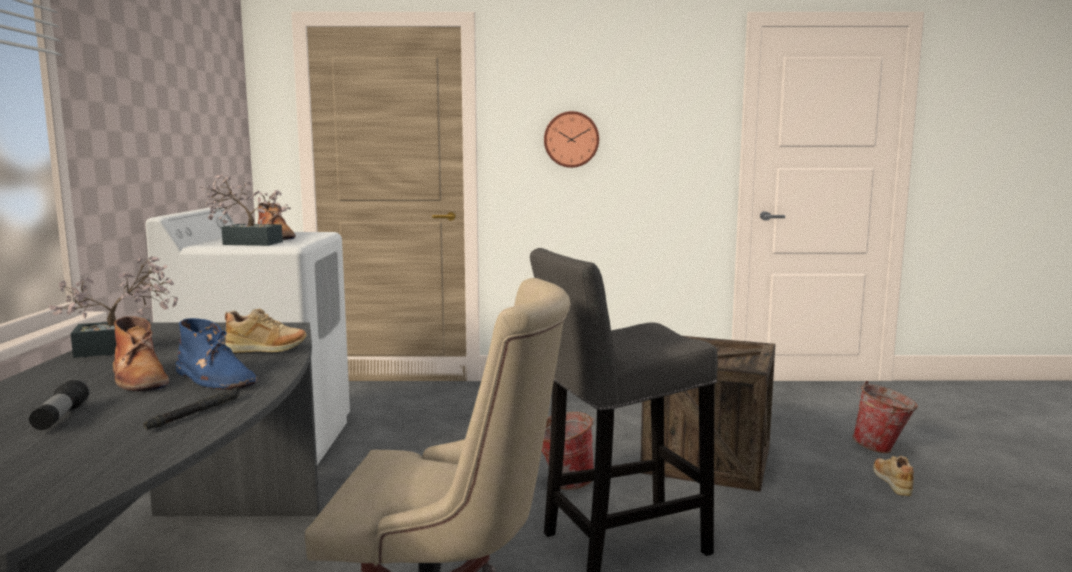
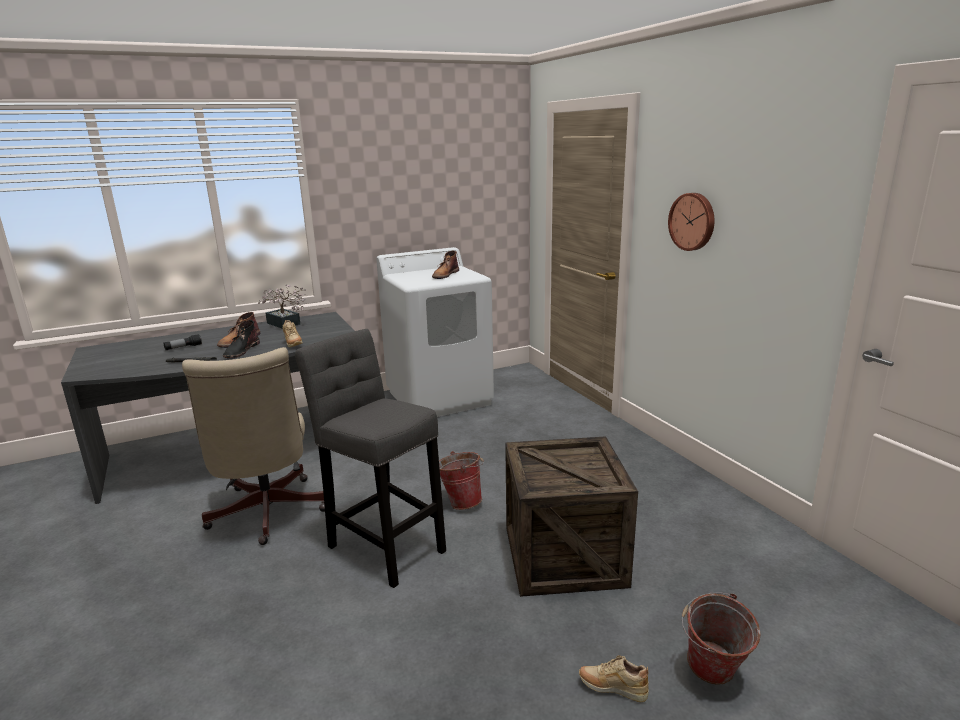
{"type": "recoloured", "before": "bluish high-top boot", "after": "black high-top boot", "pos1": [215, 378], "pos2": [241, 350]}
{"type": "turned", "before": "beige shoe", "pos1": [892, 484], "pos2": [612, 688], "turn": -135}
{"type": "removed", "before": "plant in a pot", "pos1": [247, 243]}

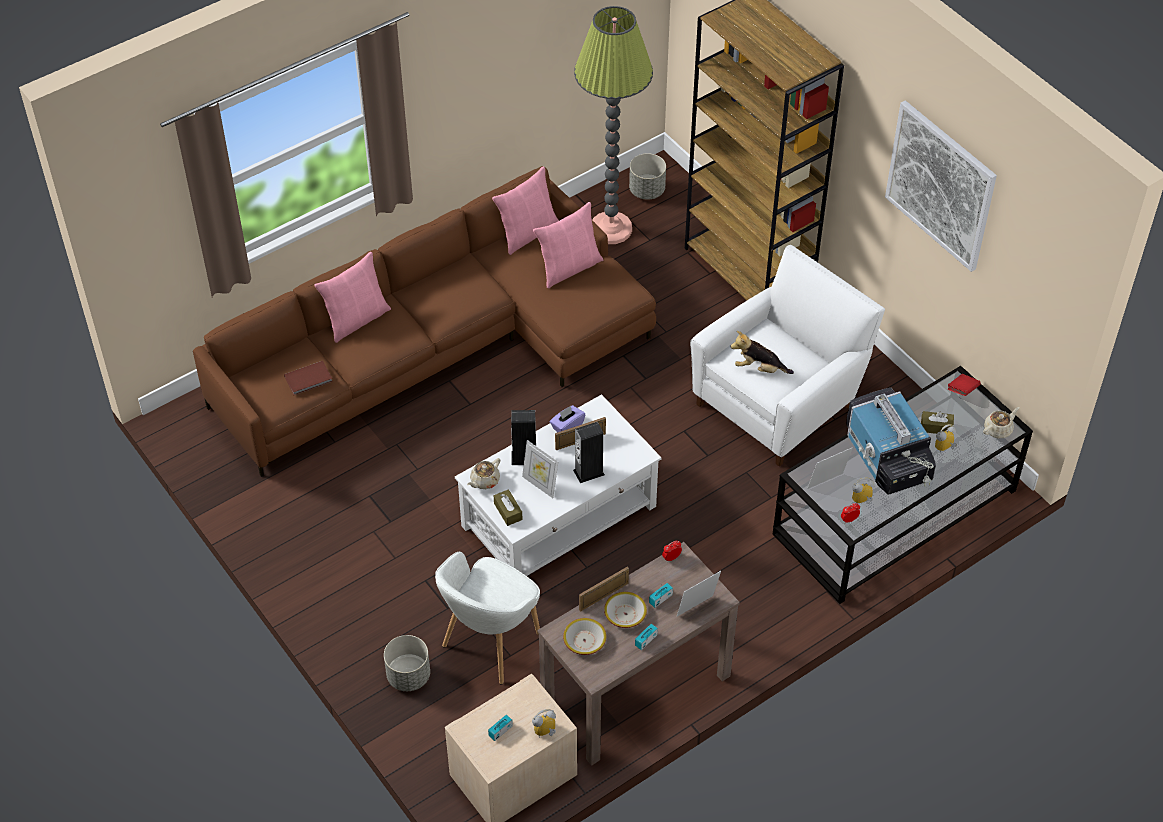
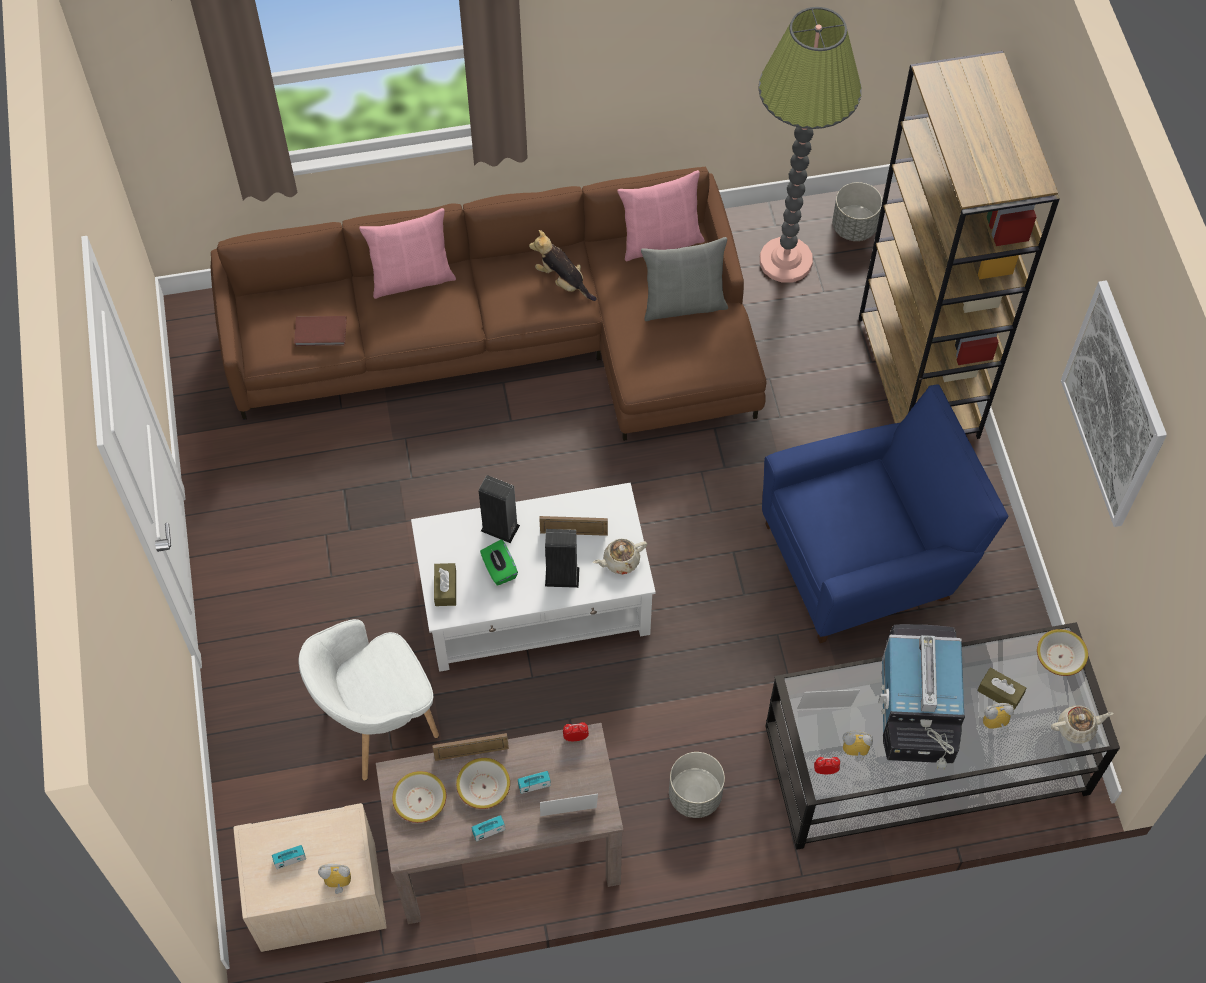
{"type": "replaced", "before": "photo frame", "after": "green tissue box", "pos1": [540, 484], "pos2": [499, 569]}
{"type": "moved", "before": "plush toy", "pos1": [759, 368], "pos2": [563, 281]}
{"type": "moved", "before": "beige pot for tea", "pos1": [484, 481], "pos2": [620, 561]}
{"type": "recoloured", "before": "pink throw pillow", "after": "greyish throw pillow", "pos1": [569, 267], "pos2": [684, 303]}
{"type": "moved", "before": "greyish flower pot", "pos1": [409, 676], "pos2": [695, 795]}
{"type": "recoloured", "before": "white armchair", "after": "bluish armchair", "pos1": [780, 400], "pos2": [867, 558]}
{"type": "replaced", "before": "red volume", "after": "bowl", "pos1": [962, 390], "pos2": [1060, 656]}
{"type": "removed", "before": "purplish tissue box", "pos1": [567, 426]}

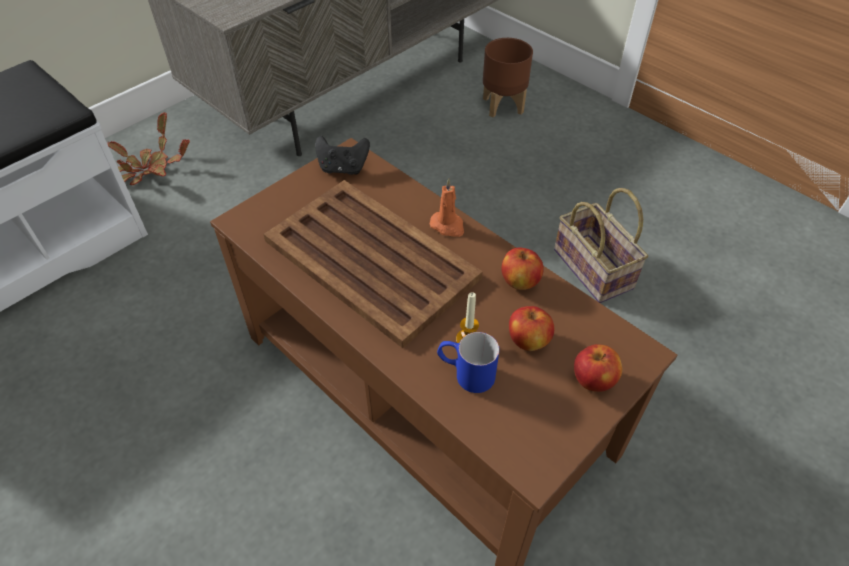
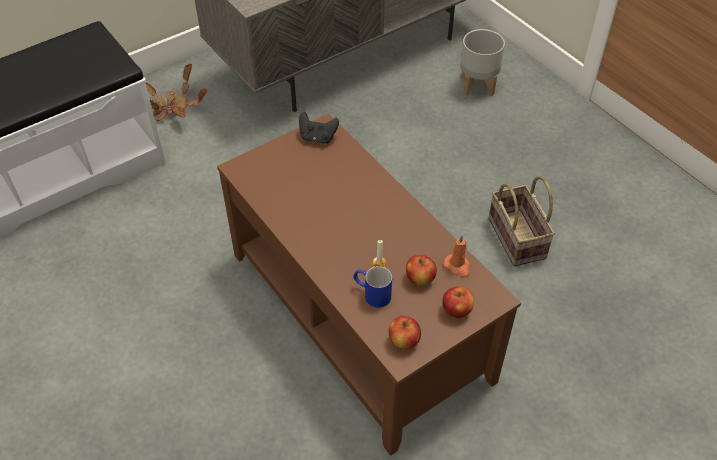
{"type": "moved", "before": "apple", "pos1": [520, 282], "pos2": [404, 341]}
{"type": "moved", "before": "orange-coloured wax light", "pos1": [448, 226], "pos2": [458, 266]}
{"type": "recoloured", "before": "brownish flower pot", "after": "greyish flower pot", "pos1": [503, 106], "pos2": [477, 86]}
{"type": "removed", "before": "brownish serving tray", "pos1": [369, 258]}

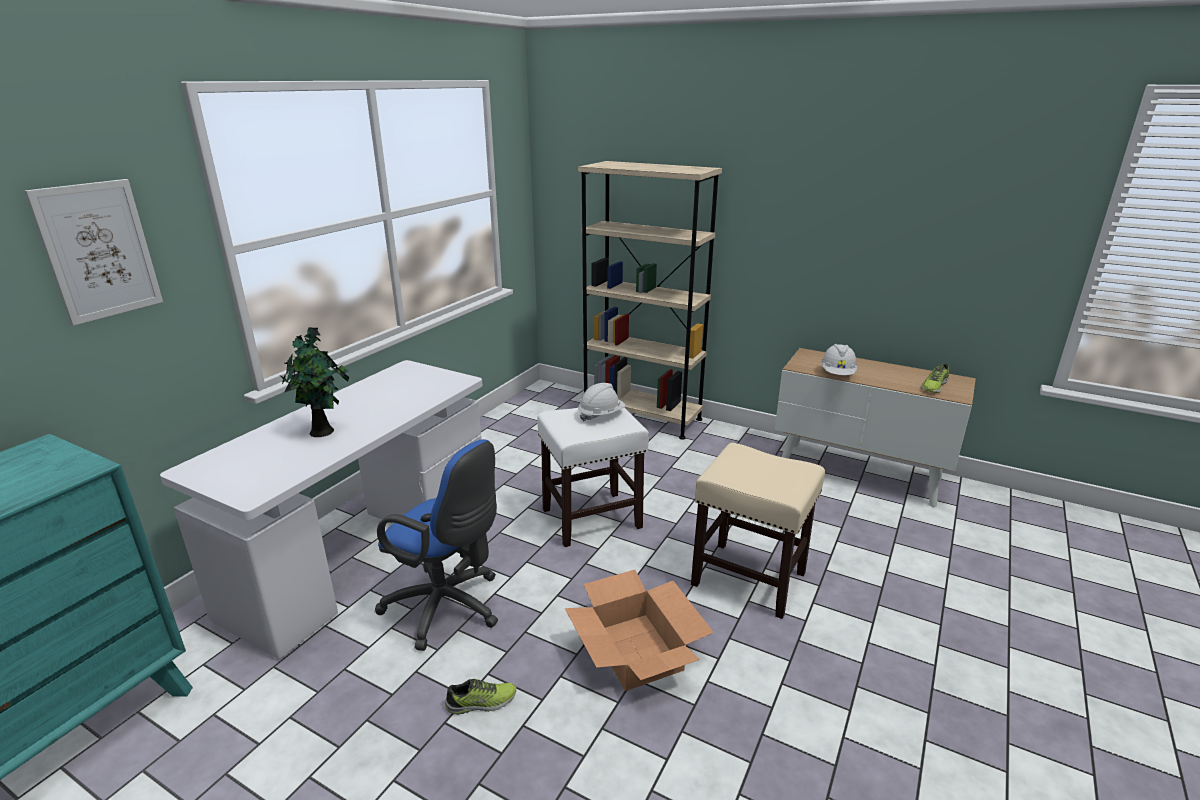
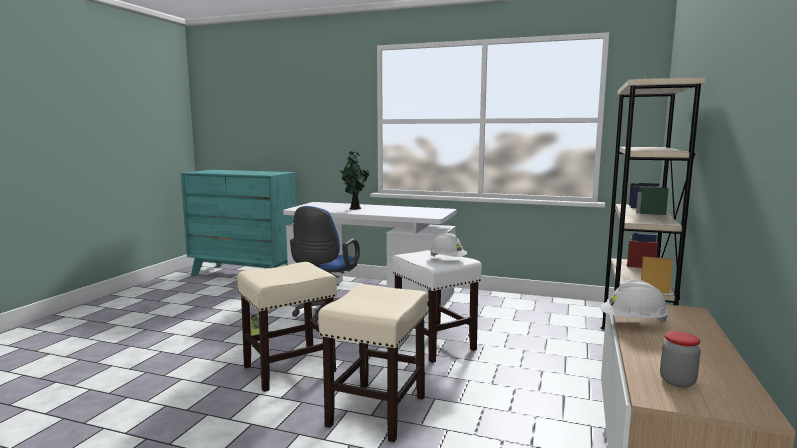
{"type": "replaced", "before": "cardboard box", "after": "beige sitting stool", "pos1": [636, 650], "pos2": [290, 368]}
{"type": "replaced", "before": "shoe", "after": "preserve jar", "pos1": [933, 386], "pos2": [677, 381]}
{"type": "removed", "before": "wall art", "pos1": [99, 251]}

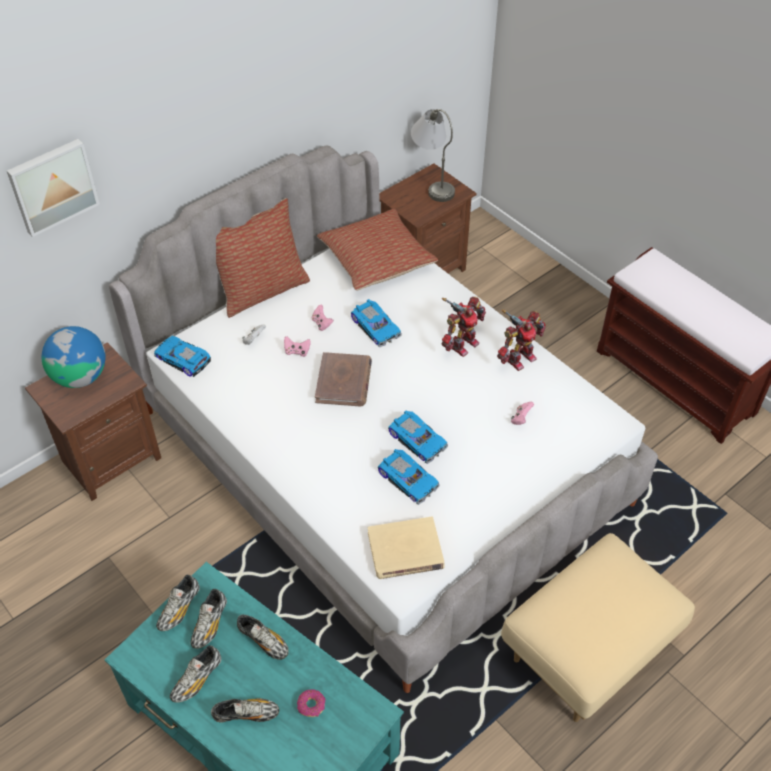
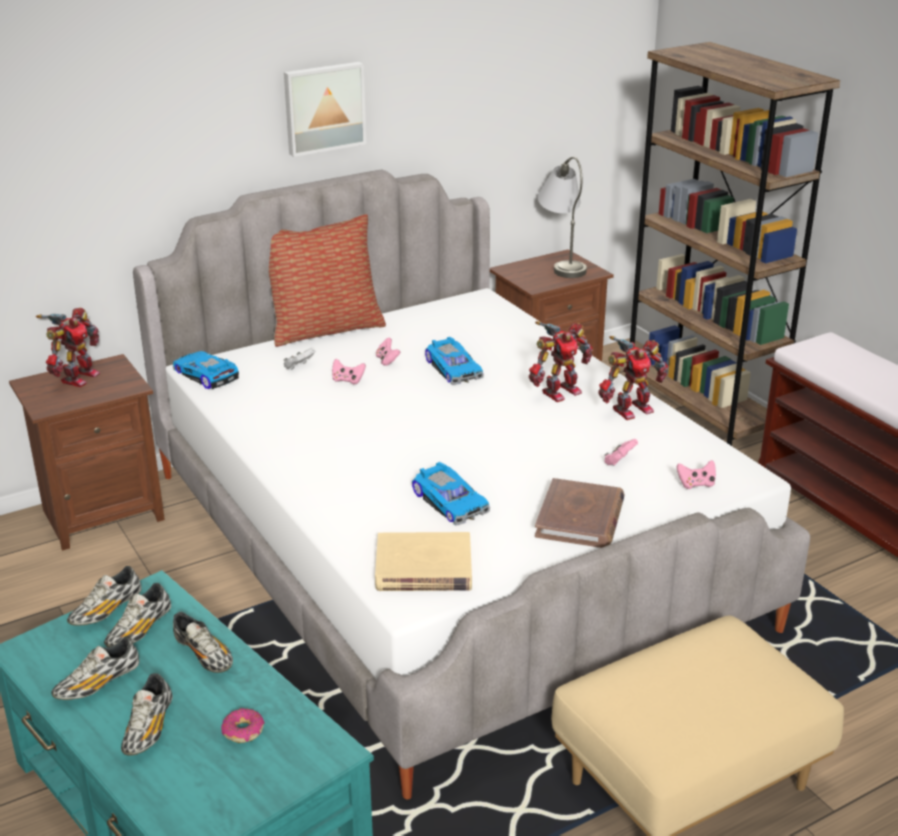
{"type": "replaced", "before": "world globe", "after": "robot figure", "pos1": [80, 376], "pos2": [77, 377]}
{"type": "turned", "before": "shoe", "pos1": [246, 714], "pos2": [149, 729], "turn": 90}
{"type": "moved", "before": "wall art", "pos1": [52, 186], "pos2": [324, 108]}
{"type": "moved", "before": "brownish volume", "pos1": [344, 382], "pos2": [580, 518]}
{"type": "added", "after": "brownish bookcase", "pos2": [700, 412]}
{"type": "added", "after": "pink gamepad", "pos2": [696, 484]}
{"type": "removed", "before": "throw pillow", "pos1": [376, 260]}
{"type": "removed", "before": "miniature car", "pos1": [418, 439]}

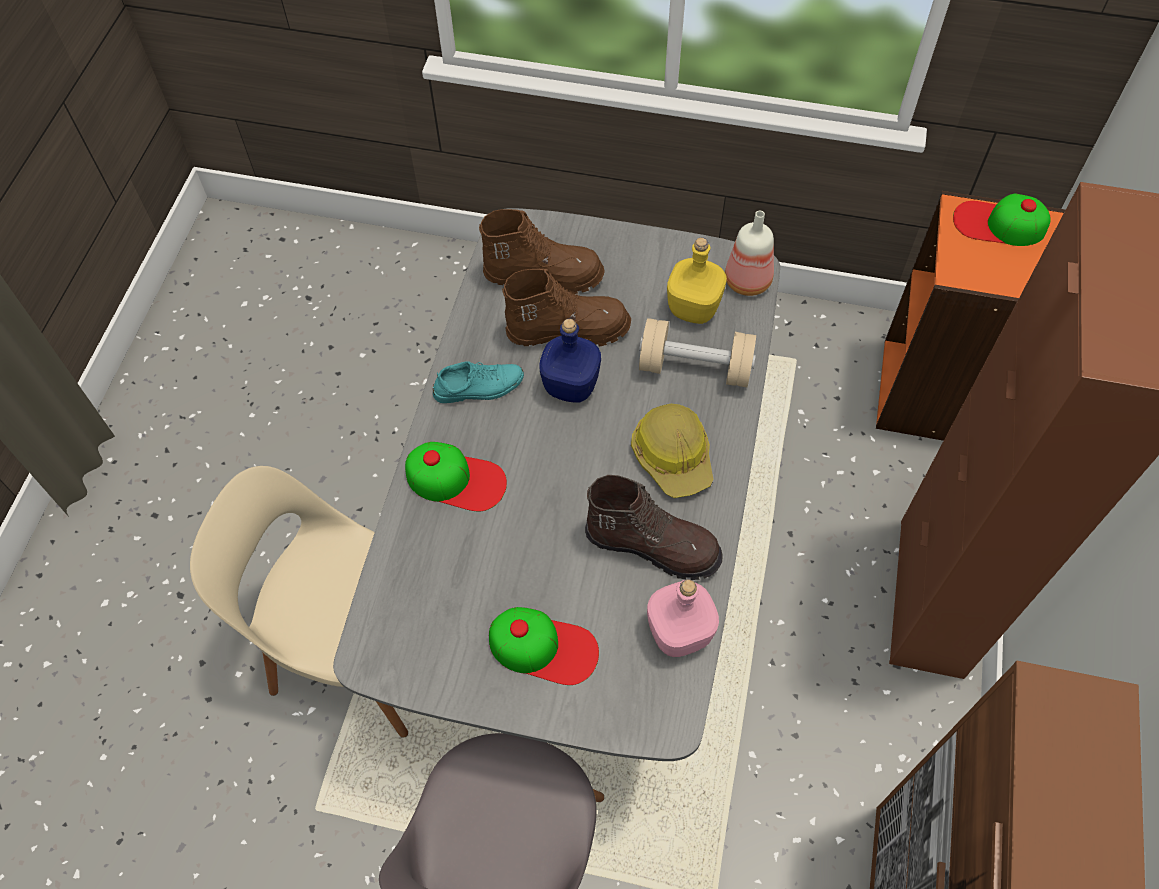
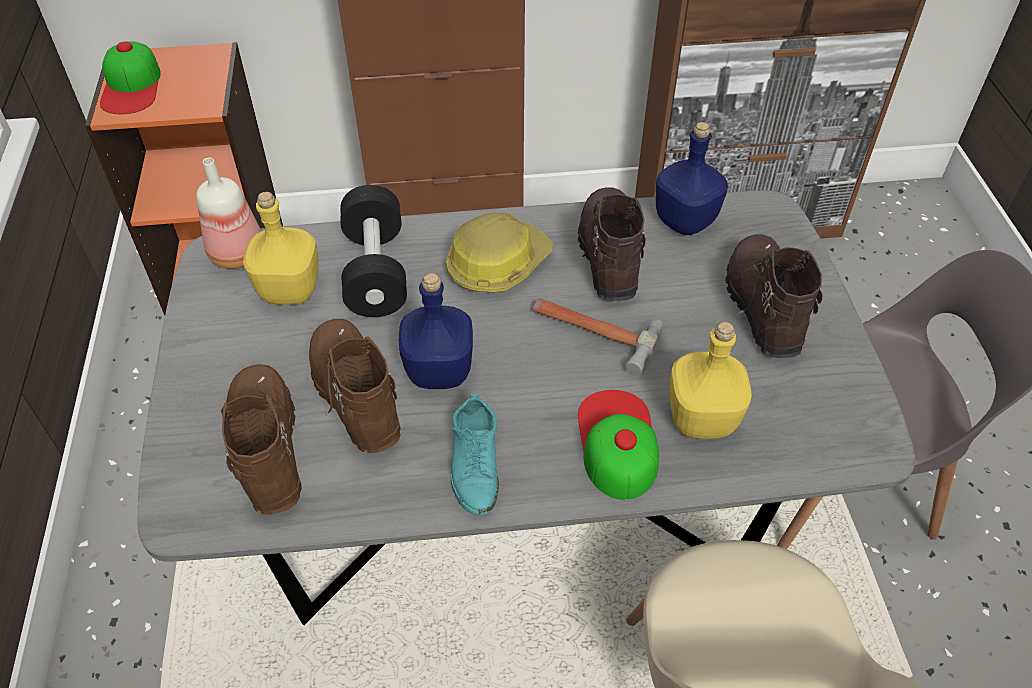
{"type": "recoloured", "before": "beige hand weight", "after": "black hand weight", "pos1": [695, 367], "pos2": [375, 271]}
{"type": "turned", "before": "blue-green shoe", "pos1": [479, 387], "pos2": [475, 463], "turn": -150}
{"type": "added", "after": "hammer", "pos2": [593, 332]}
{"type": "recoloured", "before": "pink beverage bottle", "after": "bluish beverage bottle", "pos1": [678, 633], "pos2": [686, 221]}
{"type": "added", "after": "yellow beverage bottle", "pos2": [702, 420]}
{"type": "replaced", "before": "baseball cap", "after": "brownish high-top boot", "pos1": [543, 647], "pos2": [761, 308]}

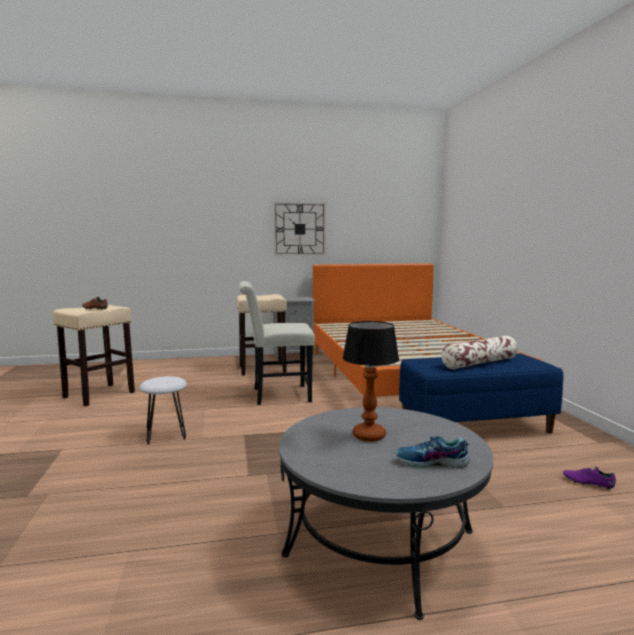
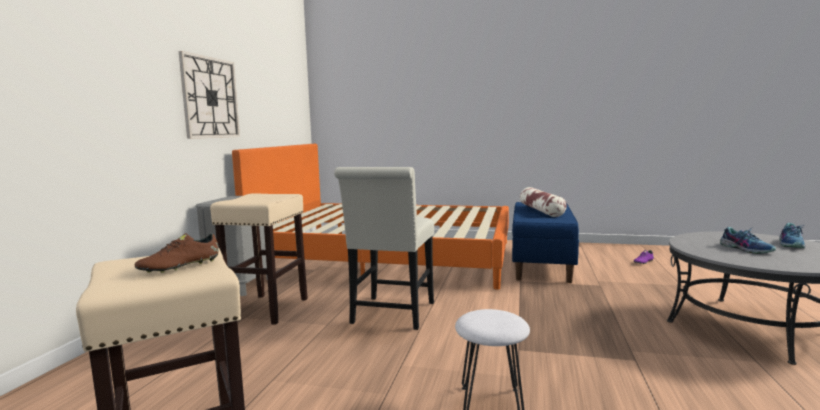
{"type": "replaced", "before": "table lamp", "after": "shoe", "pos1": [369, 435], "pos2": [746, 249]}

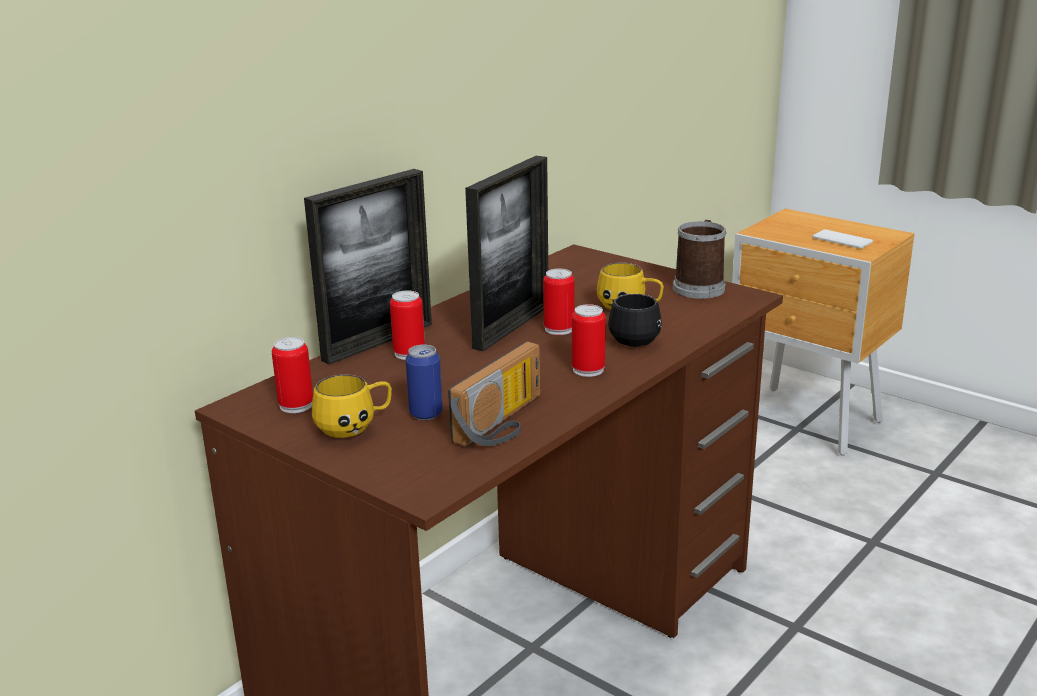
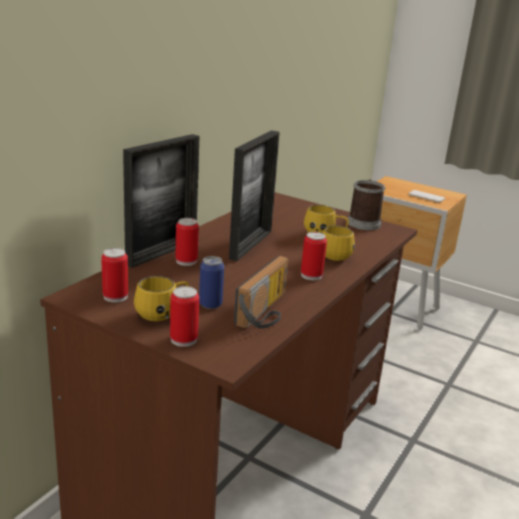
{"type": "moved", "before": "metal can", "pos1": [559, 329], "pos2": [183, 339]}
{"type": "recoloured", "before": "black mug", "after": "yellow mug", "pos1": [635, 338], "pos2": [335, 255]}

